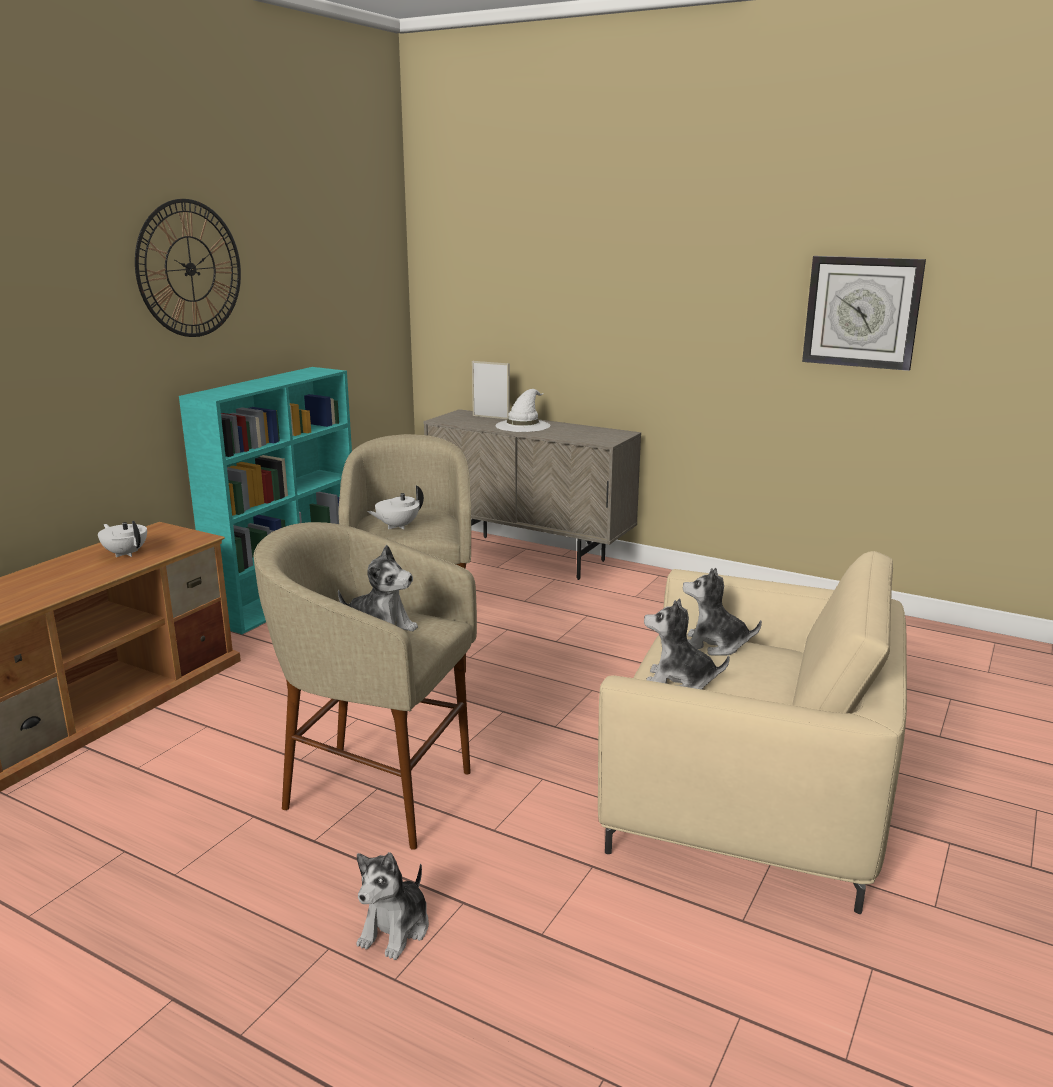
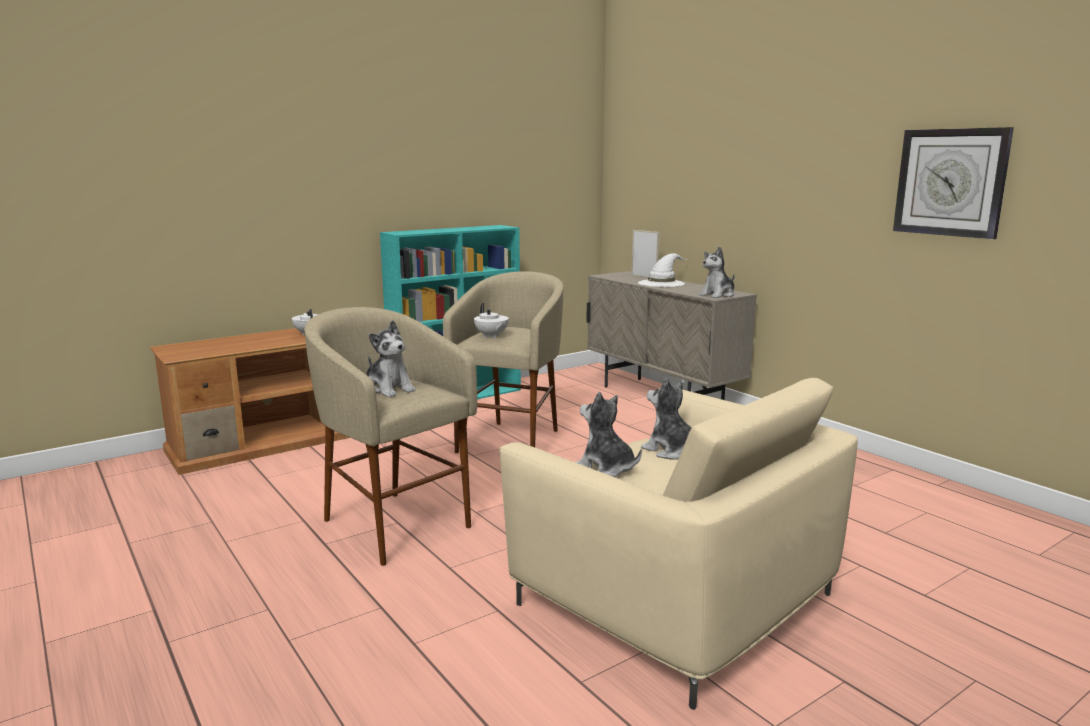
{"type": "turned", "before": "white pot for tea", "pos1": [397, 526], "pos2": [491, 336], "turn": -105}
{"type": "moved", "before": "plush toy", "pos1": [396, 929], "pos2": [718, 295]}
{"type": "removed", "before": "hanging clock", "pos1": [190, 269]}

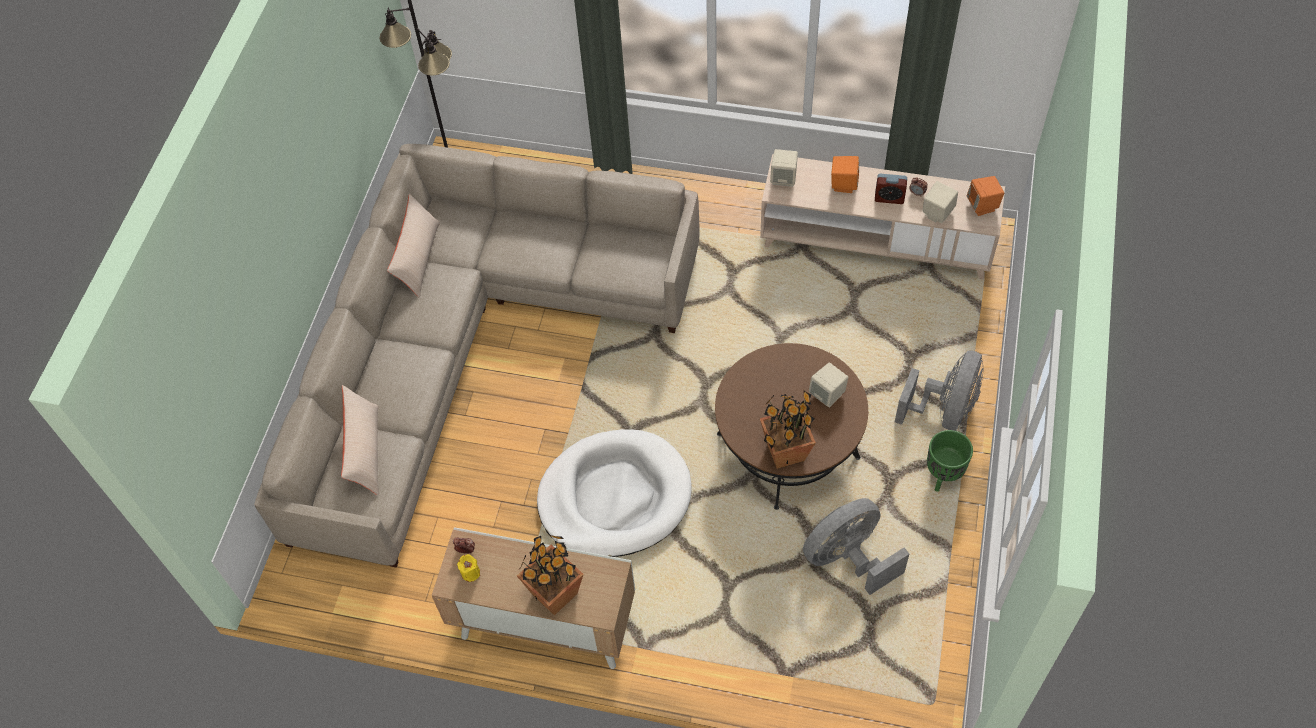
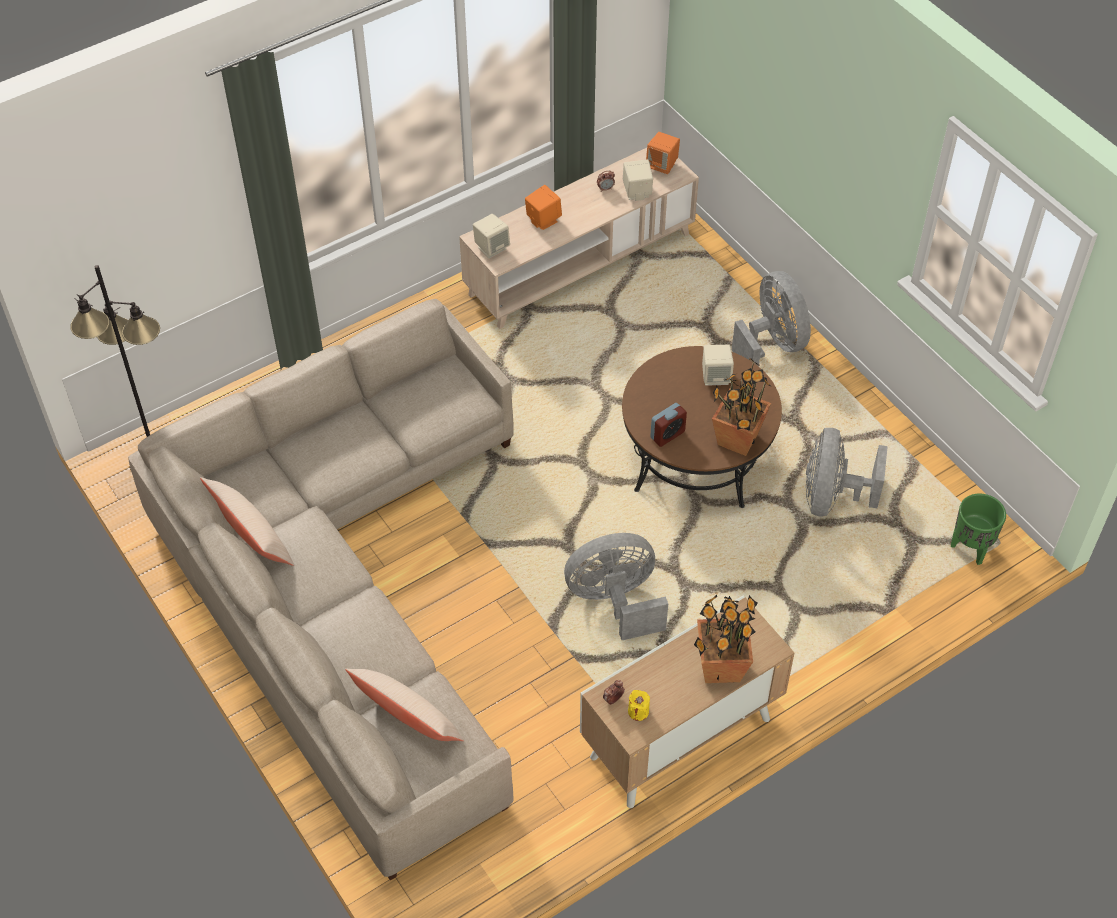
{"type": "replaced", "before": "white dog bed", "after": "greyish cooling fan", "pos1": [614, 497], "pos2": [615, 601]}
{"type": "moved", "before": "table clock", "pos1": [889, 198], "pos2": [667, 435]}
{"type": "moved", "before": "green flower pot", "pos1": [943, 477], "pos2": [970, 548]}

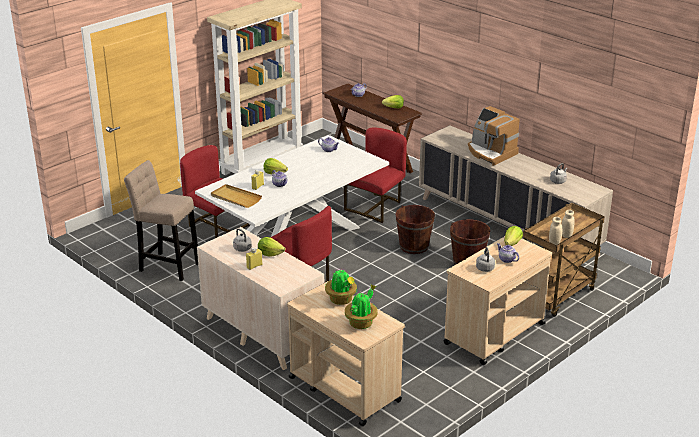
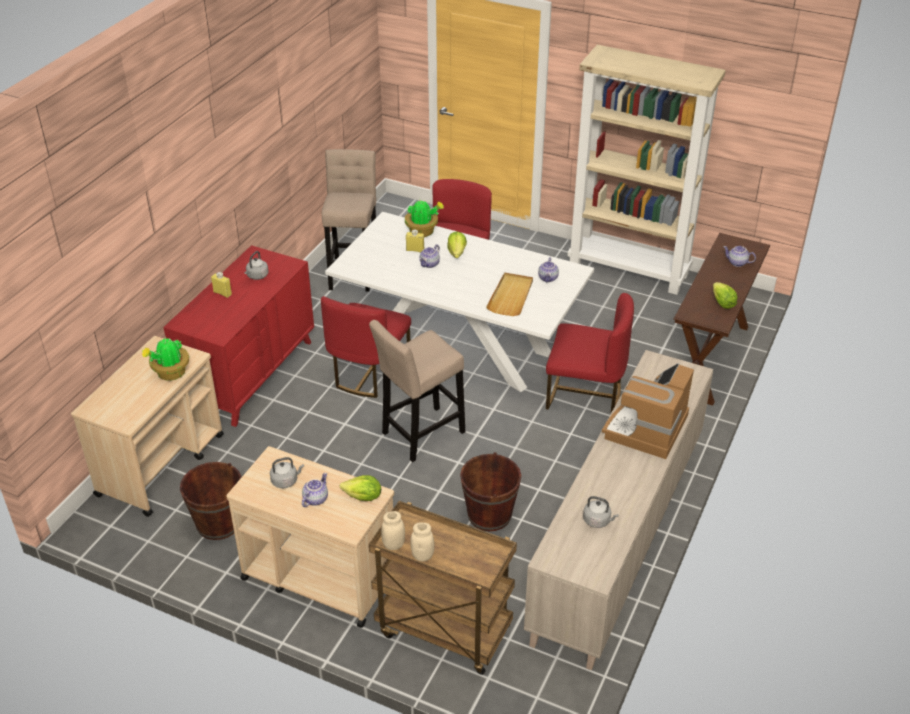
{"type": "recoloured", "before": "beige drawer chest", "after": "red drawer chest", "pos1": [262, 333], "pos2": [250, 374]}
{"type": "moved", "before": "brownish water bucket", "pos1": [414, 246], "pos2": [218, 523]}
{"type": "added", "after": "beige sitting stool", "pos2": [420, 435]}
{"type": "moved", "before": "plant in a pot", "pos1": [361, 322], "pos2": [423, 232]}
{"type": "moved", "before": "beige serving tray", "pos1": [235, 198], "pos2": [511, 296]}
{"type": "removed", "before": "head of lettuce", "pos1": [270, 254]}

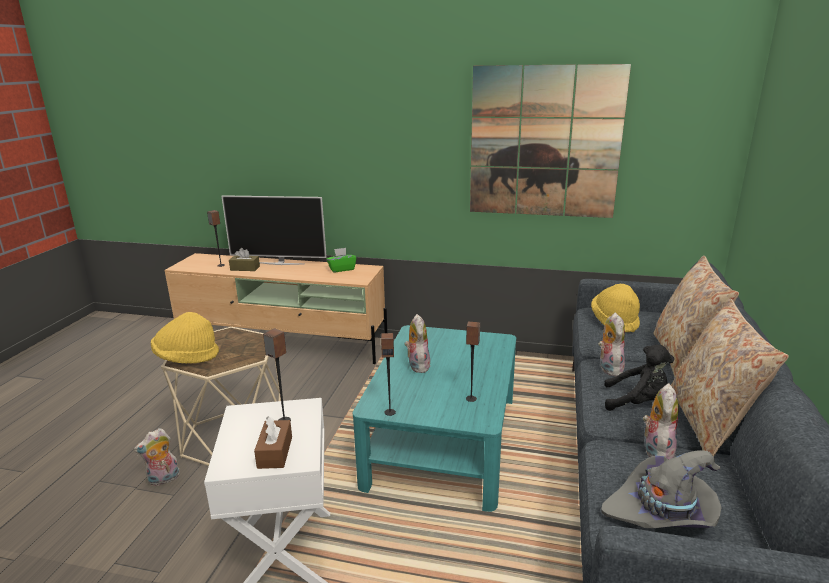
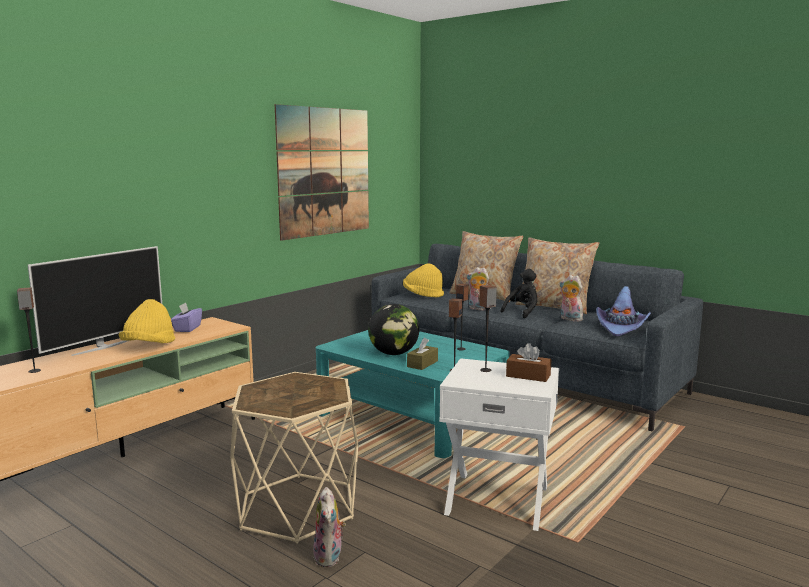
{"type": "moved", "before": "yellow wearable hat", "pos1": [186, 357], "pos2": [149, 346]}
{"type": "recoloured", "before": "green tissue box", "after": "purplish tissue box", "pos1": [342, 269], "pos2": [187, 328]}
{"type": "replaced", "before": "plush toy", "after": "world globe", "pos1": [417, 365], "pos2": [393, 354]}
{"type": "moved", "before": "brownish tissue box", "pos1": [245, 268], "pos2": [422, 364]}
{"type": "recoloured", "before": "greyish wearable hat", "after": "purplish wearable hat", "pos1": [662, 512], "pos2": [621, 328]}

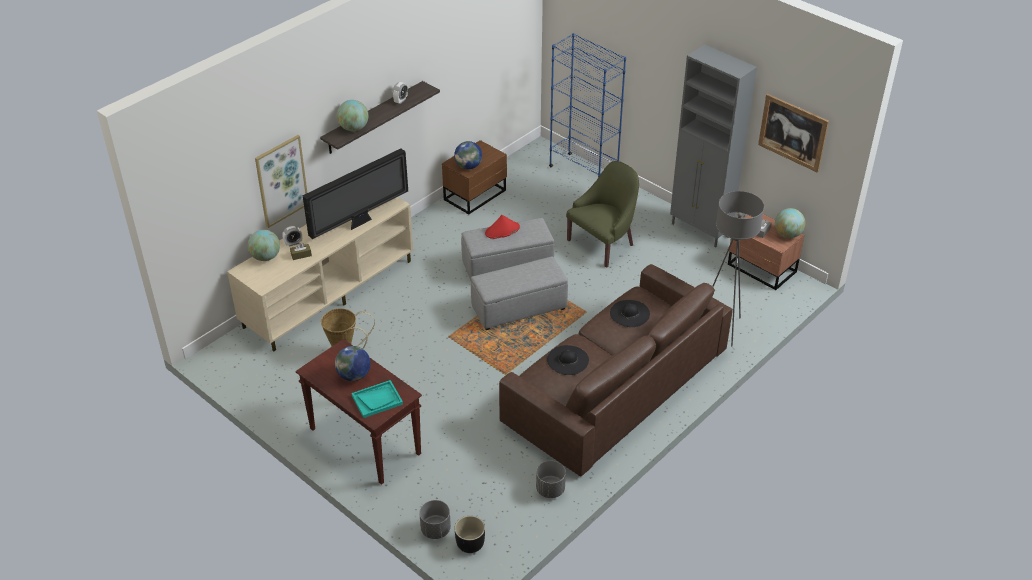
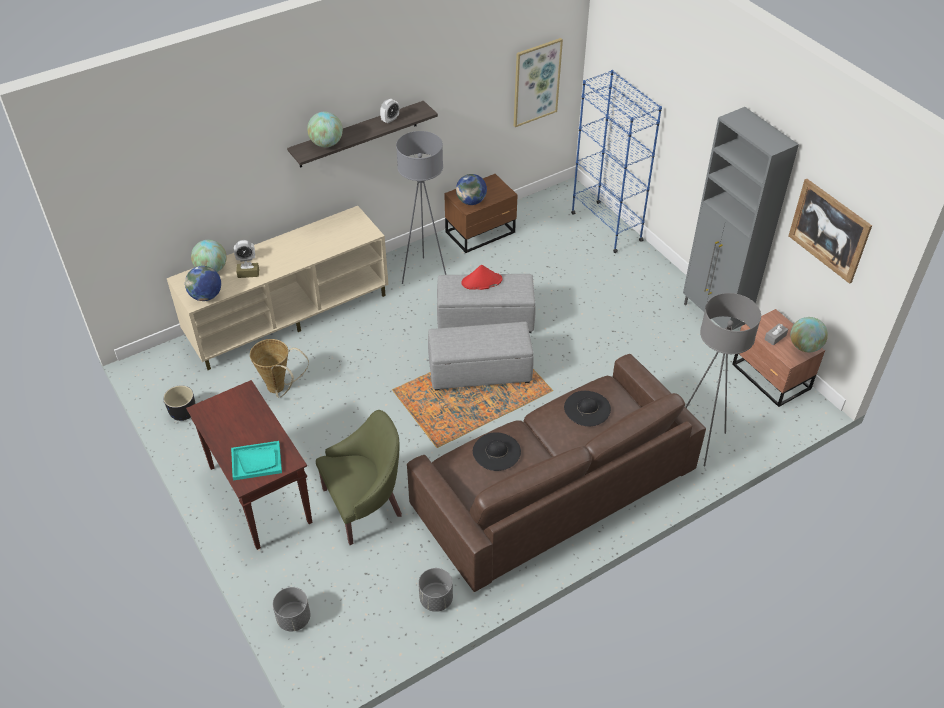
{"type": "moved", "before": "black flower pot", "pos1": [469, 544], "pos2": [183, 412]}
{"type": "moved", "before": "world globe", "pos1": [354, 375], "pos2": [206, 296]}
{"type": "moved", "before": "green armchair", "pos1": [603, 243], "pos2": [365, 505]}
{"type": "added", "after": "greyish standard lamp", "pos2": [425, 275]}
{"type": "moved", "before": "wall art", "pos1": [281, 181], "pos2": [536, 82]}
{"type": "removed", "before": "TV set", "pos1": [360, 222]}

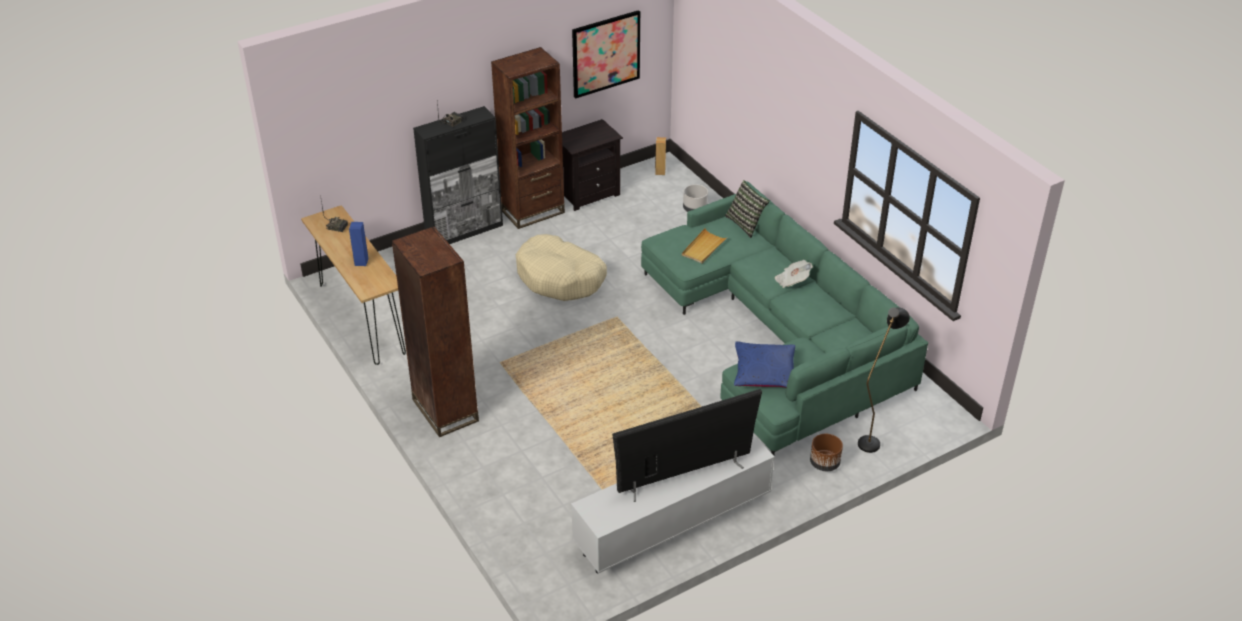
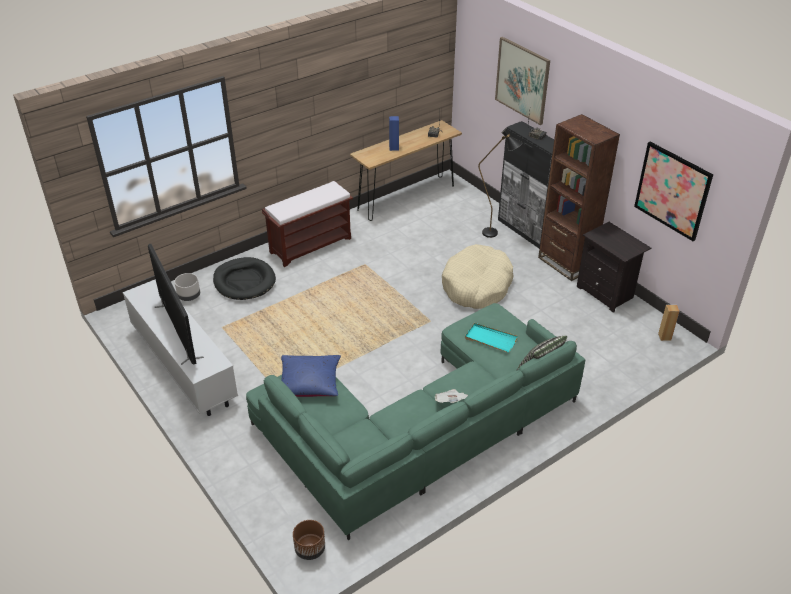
{"type": "moved", "before": "greyish flower pot", "pos1": [695, 209], "pos2": [189, 296]}
{"type": "added", "after": "black dog bed", "pos2": [244, 281]}
{"type": "replaced", "before": "brownish bookcase", "after": "brownish indoor bench", "pos1": [445, 410], "pos2": [311, 245]}
{"type": "moved", "before": "brownish flower pot", "pos1": [825, 463], "pos2": [310, 549]}
{"type": "recoloured", "before": "beige serving tray", "after": "blue-green serving tray", "pos1": [703, 248], "pos2": [490, 339]}
{"type": "moved", "before": "black standard lamp", "pos1": [872, 439], "pos2": [495, 234]}
{"type": "added", "after": "wall art", "pos2": [522, 80]}

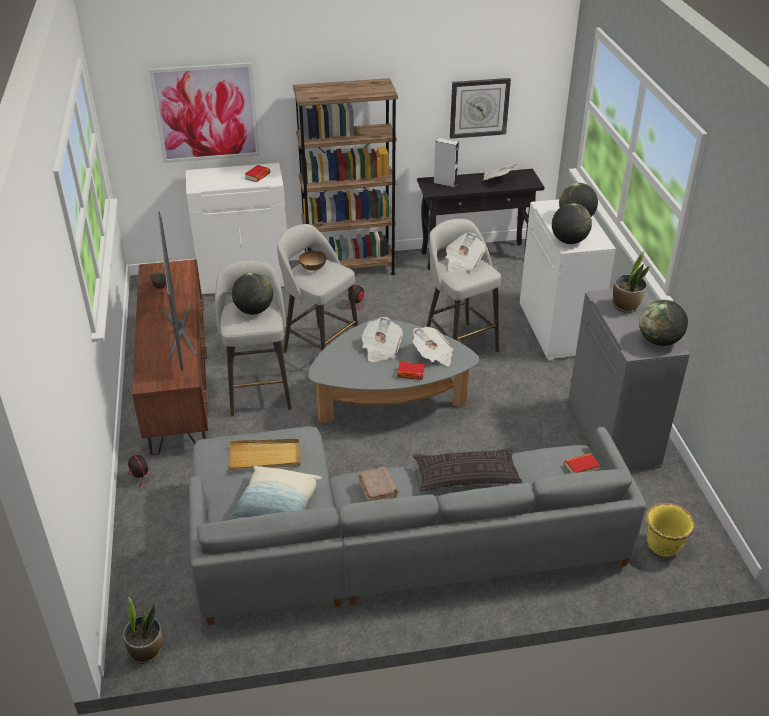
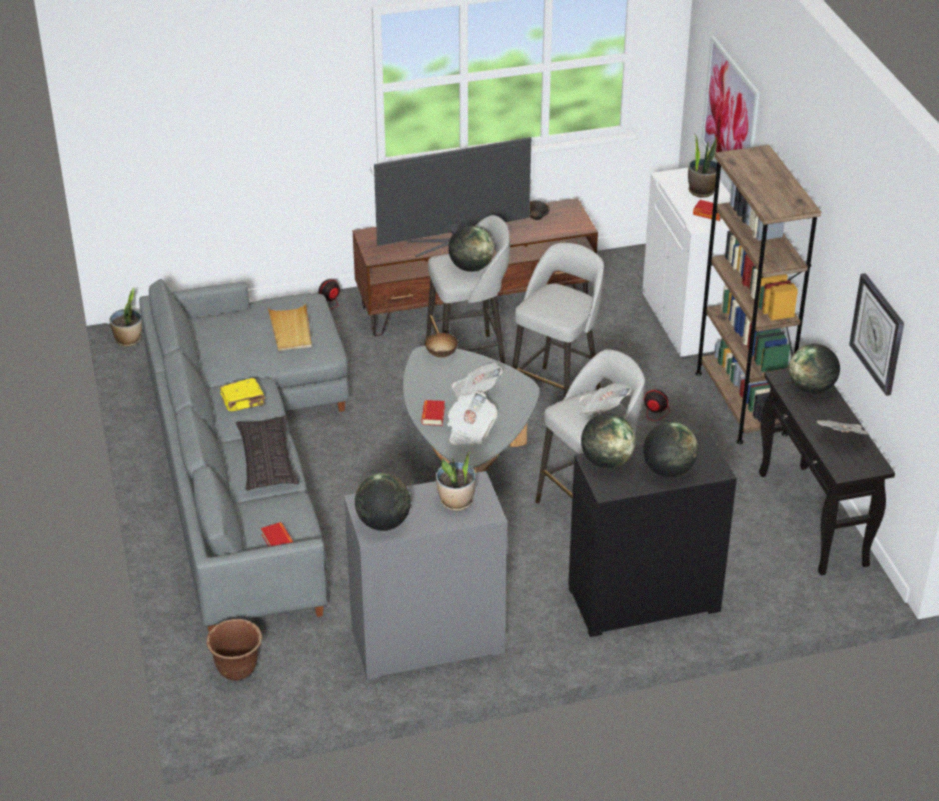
{"type": "recoloured", "before": "yellow flower pot", "after": "brownish flower pot", "pos1": [663, 546], "pos2": [237, 669]}
{"type": "recoloured", "before": "brownish volume", "after": "yellow volume", "pos1": [378, 491], "pos2": [243, 401]}
{"type": "moved", "before": "bowl", "pos1": [313, 268], "pos2": [441, 354]}
{"type": "recoloured", "before": "white storage cabinet", "after": "black storage cabinet", "pos1": [558, 329], "pos2": [643, 600]}
{"type": "added", "after": "plant in a pot", "pos2": [701, 191]}
{"type": "replaced", "before": "greyish speaker", "after": "world globe", "pos1": [445, 183], "pos2": [811, 388]}
{"type": "removed", "before": "throw pillow", "pos1": [277, 506]}

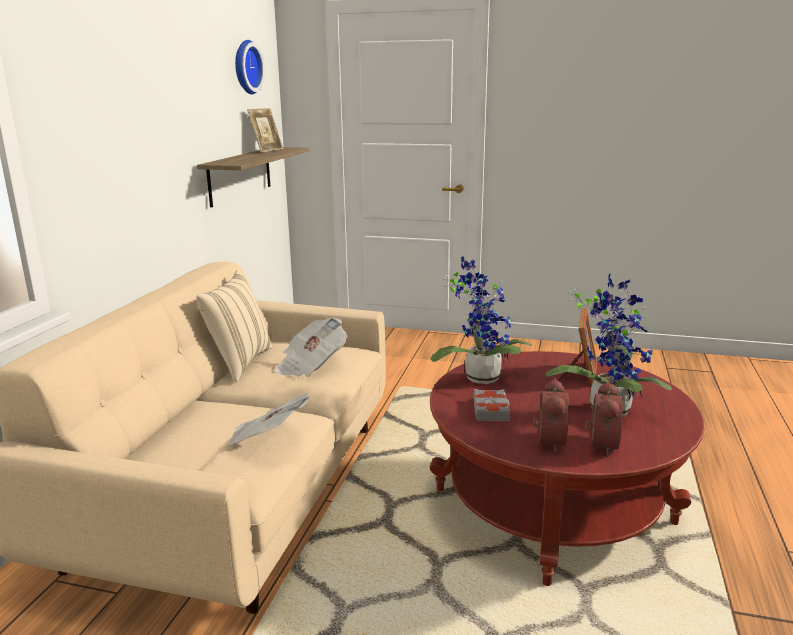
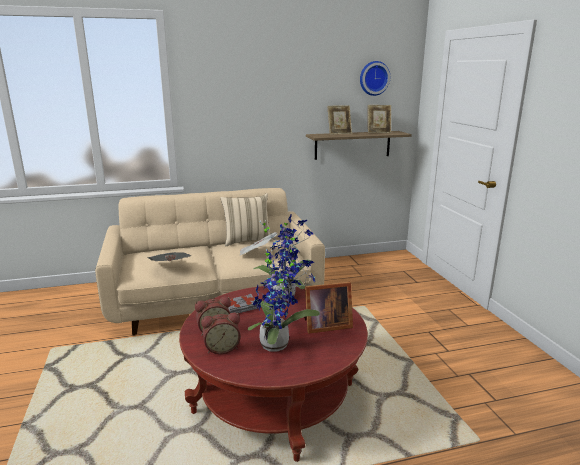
{"type": "added", "after": "photo frame", "pos2": [339, 133]}

